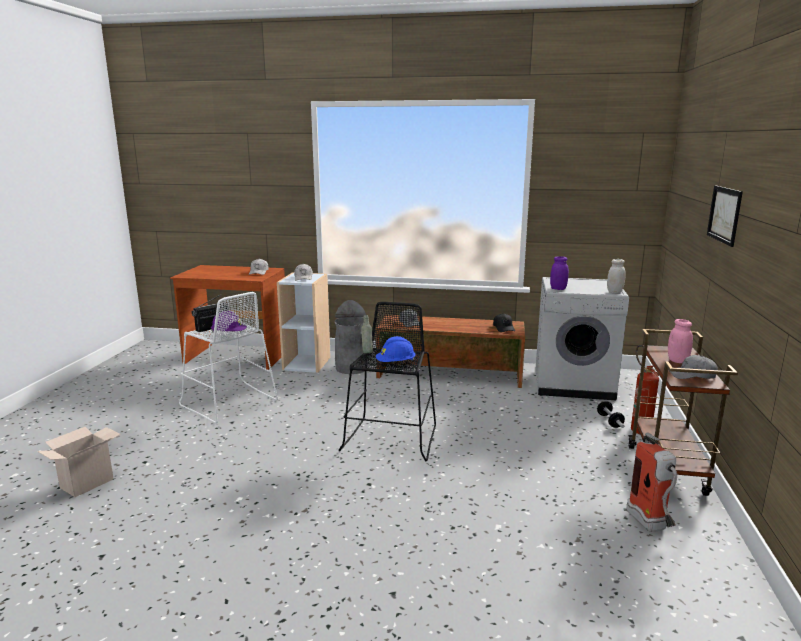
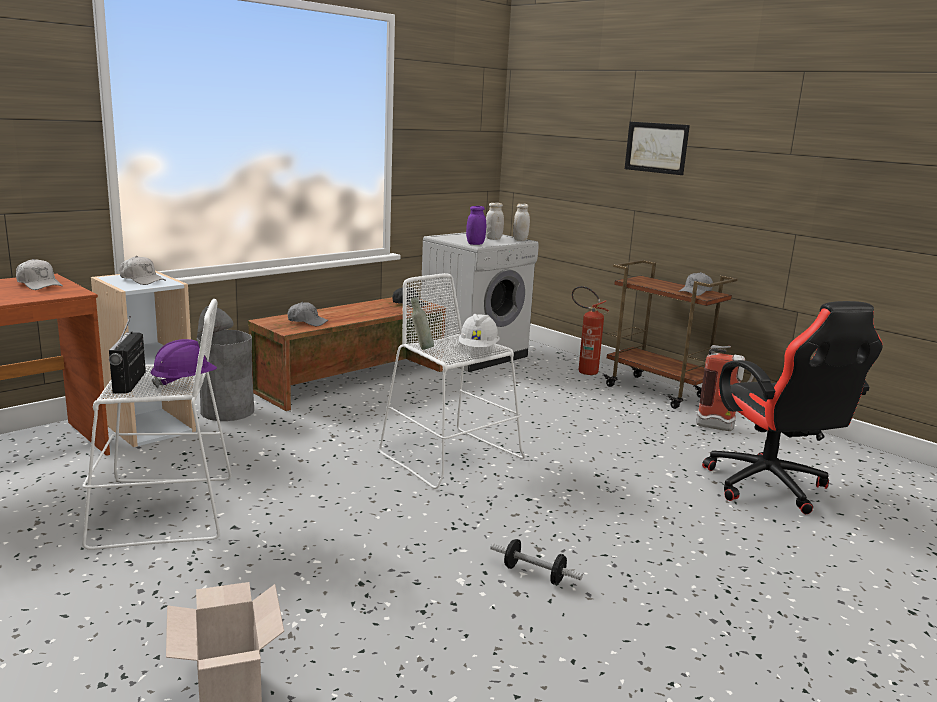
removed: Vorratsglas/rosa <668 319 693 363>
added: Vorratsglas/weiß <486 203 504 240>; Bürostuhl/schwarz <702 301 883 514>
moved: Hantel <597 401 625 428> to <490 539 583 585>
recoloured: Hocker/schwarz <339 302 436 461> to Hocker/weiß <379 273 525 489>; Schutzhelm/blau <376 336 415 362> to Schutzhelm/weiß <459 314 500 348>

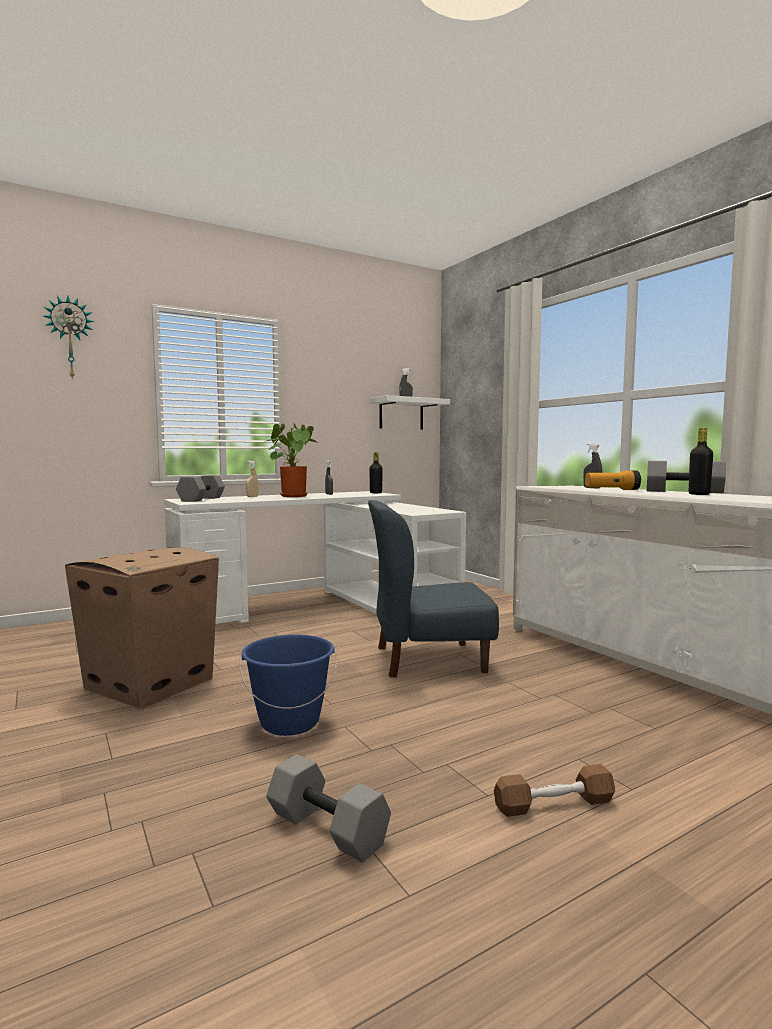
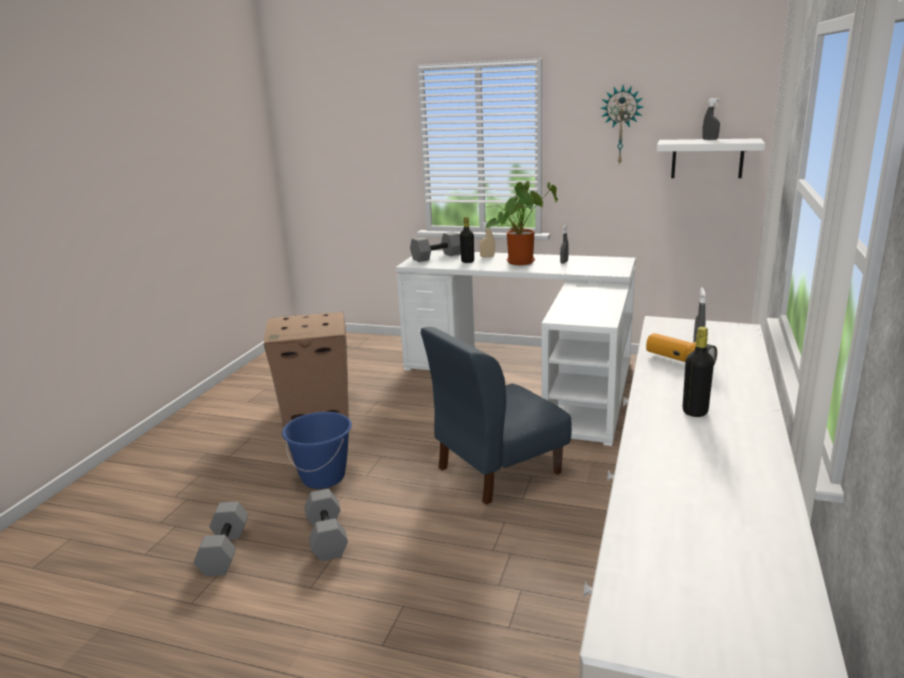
removed: Hantel/braun <494 764 615 817>
moved: Wanduhr <43 296 95 380> to <601 85 643 165>; Flasche/schwarz <369 452 383 493> to <460 217 474 263>; Hantel/grau <647 461 726 493> to <304 489 348 561>
turned: Stuhl/blau <368 500 499 677> = <421 327 572 505> 75 degrees counterclockwise

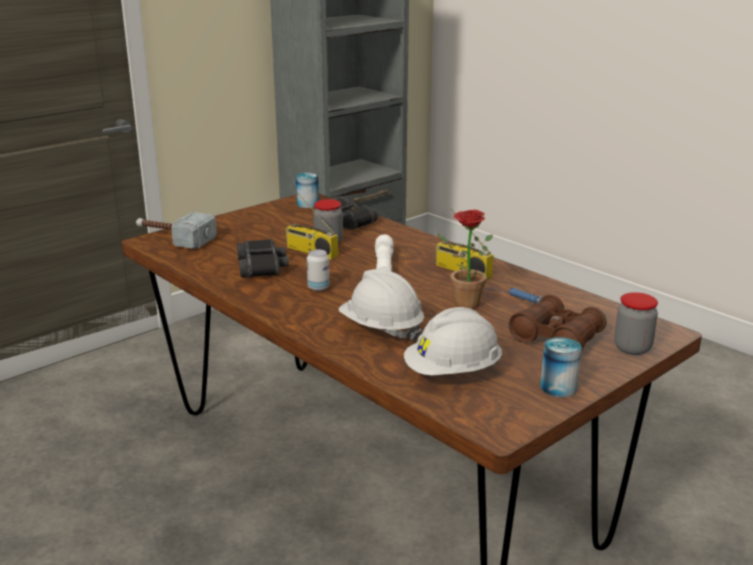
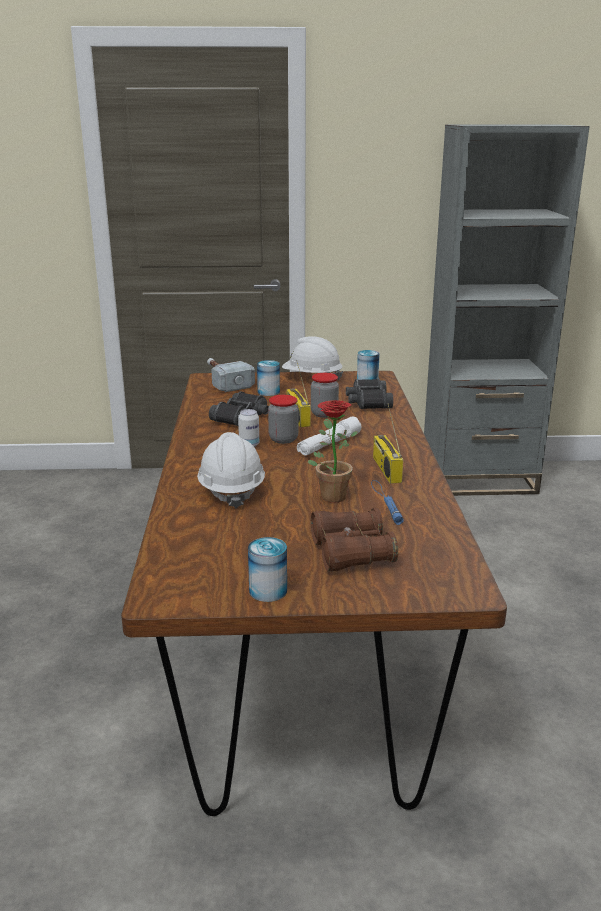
added: Dose <257 360 280 396>
moved: Schutzhelm/weiß <404 307 502 376> to <282 336 344 380>; Vorratsglas <614 292 658 355> to <268 395 298 444>

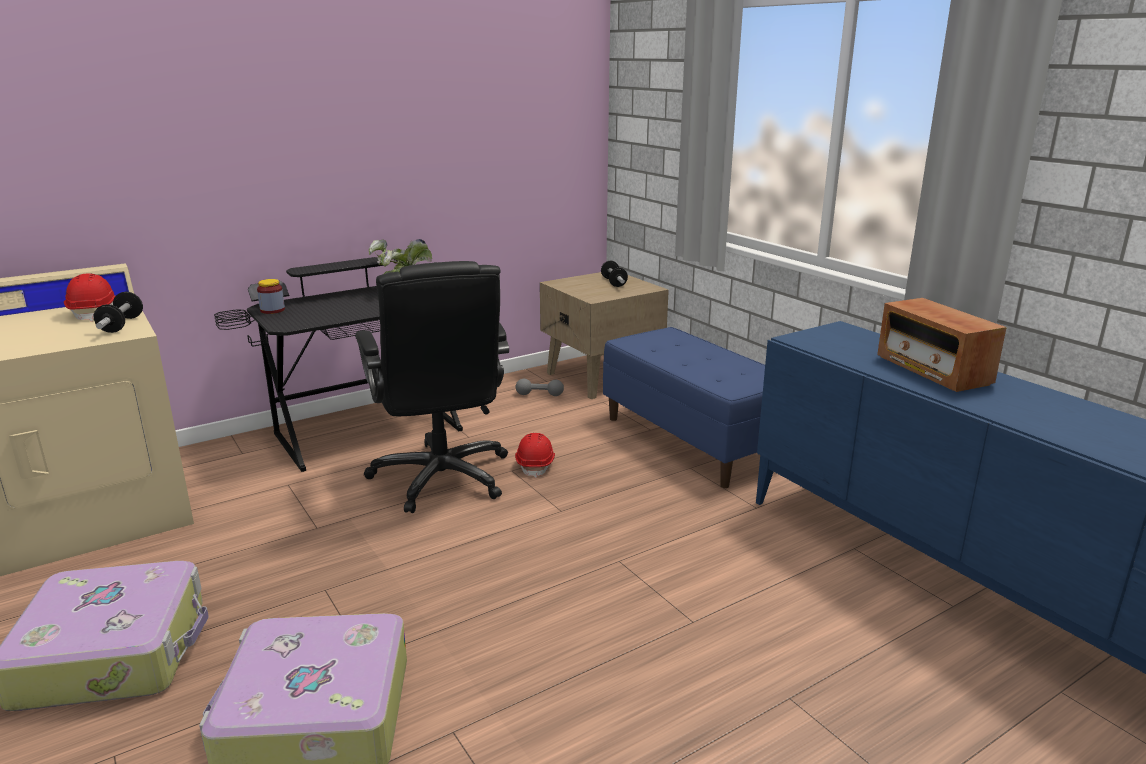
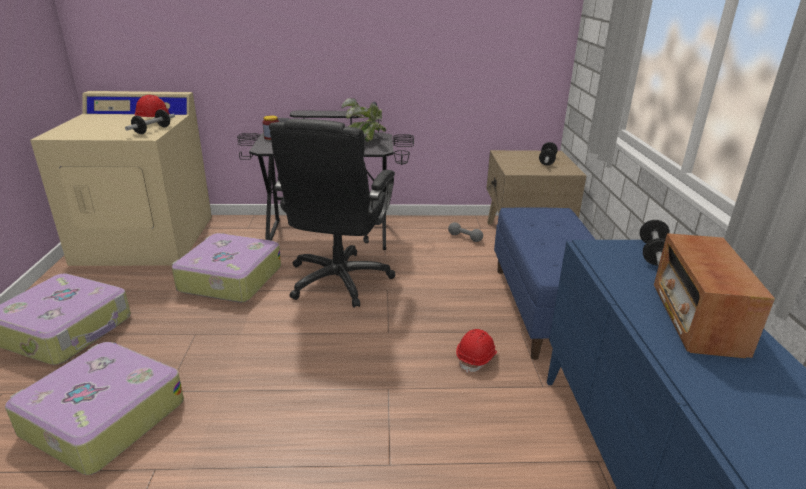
added: Koffer <172 233 281 303>; Hantel <640 220 670 265>
moved: Schutzhelm/rot <515 433 555 478> to <456 329 497 373>

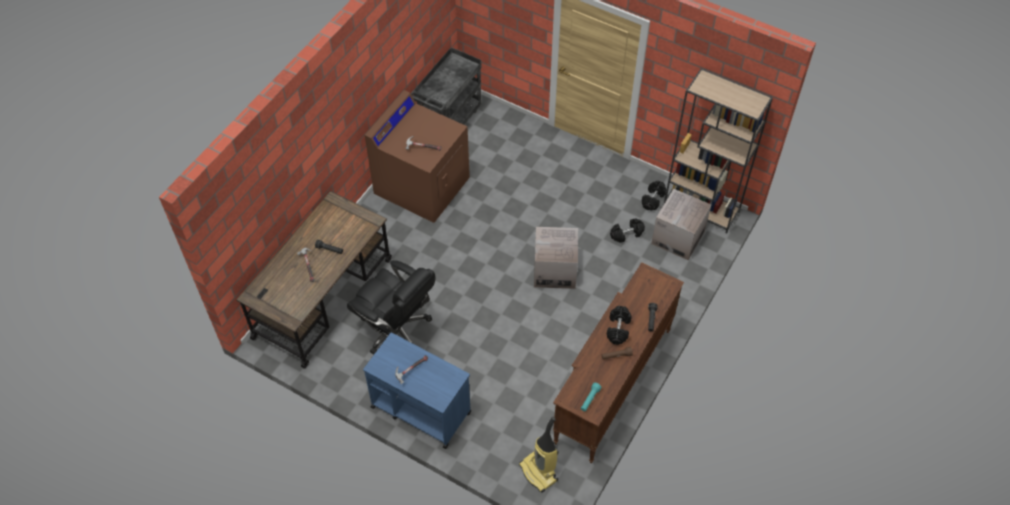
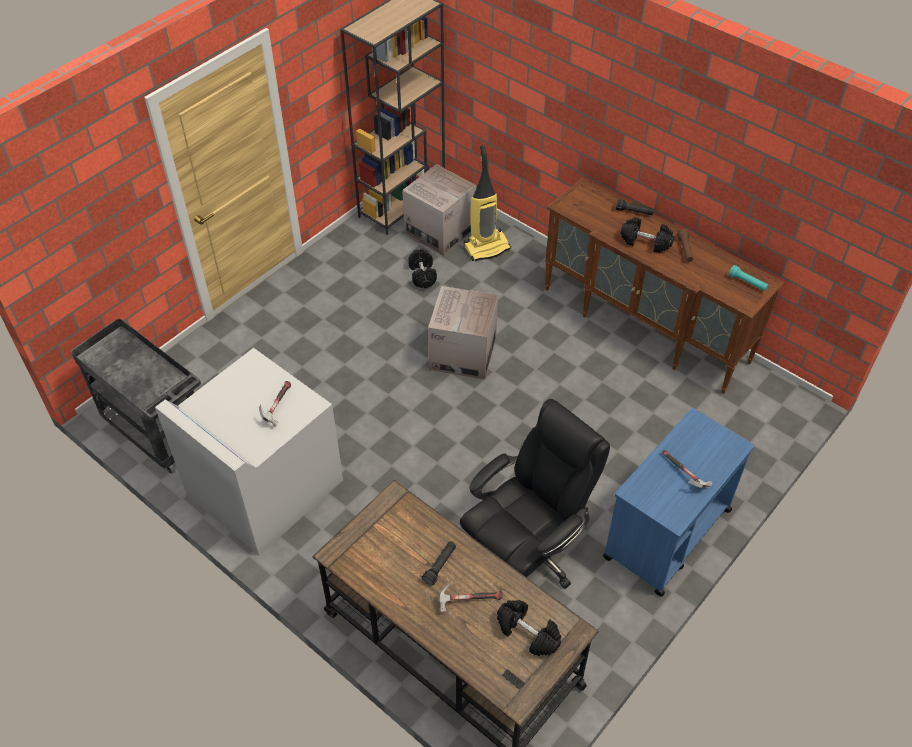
moved: Staubsauger <519 417 558 492> to <464 145 511 261>; Hantel/schwarz <642 181 666 211> to <497 600 561 656>
recoloured: Waschmaschine/braun <365 90 470 223> to Waschmaschine/weiß <155 348 343 555>

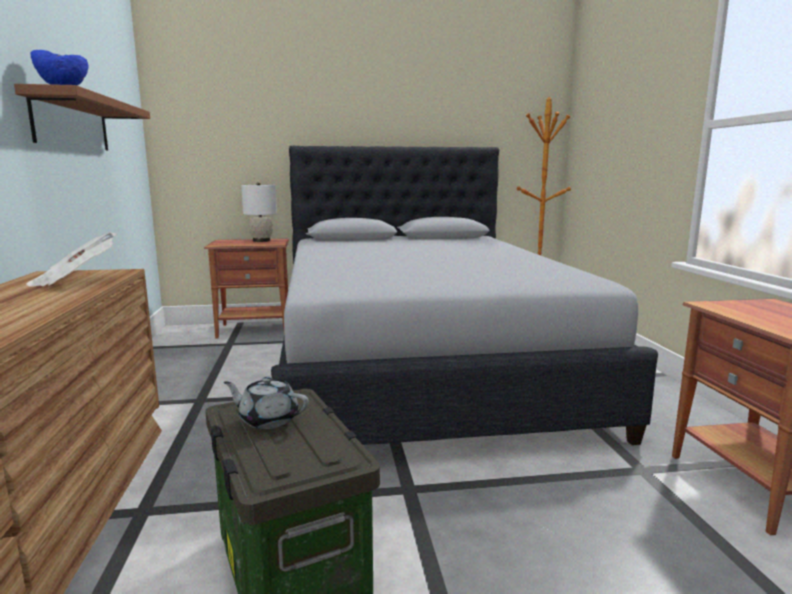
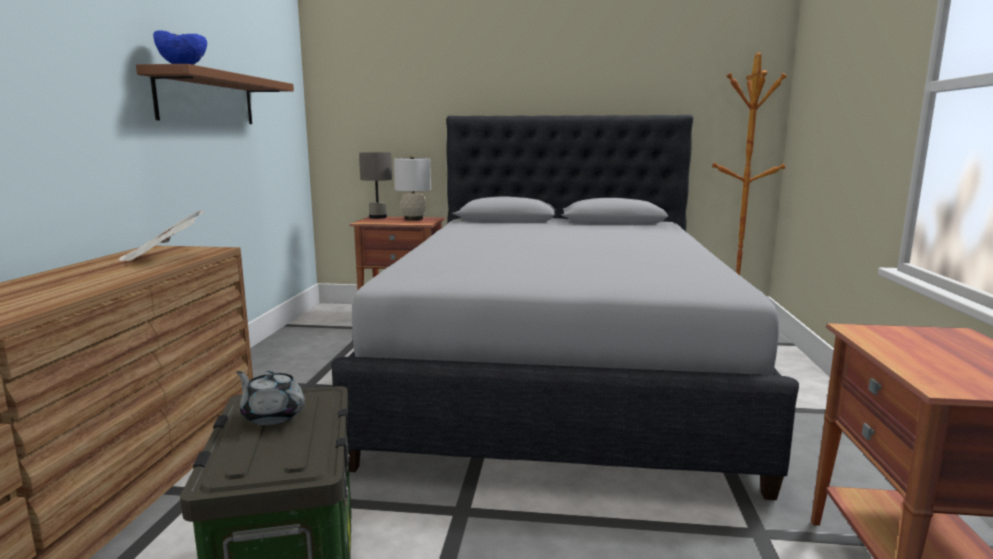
added: Tischlampe/grau <359 152 392 219>

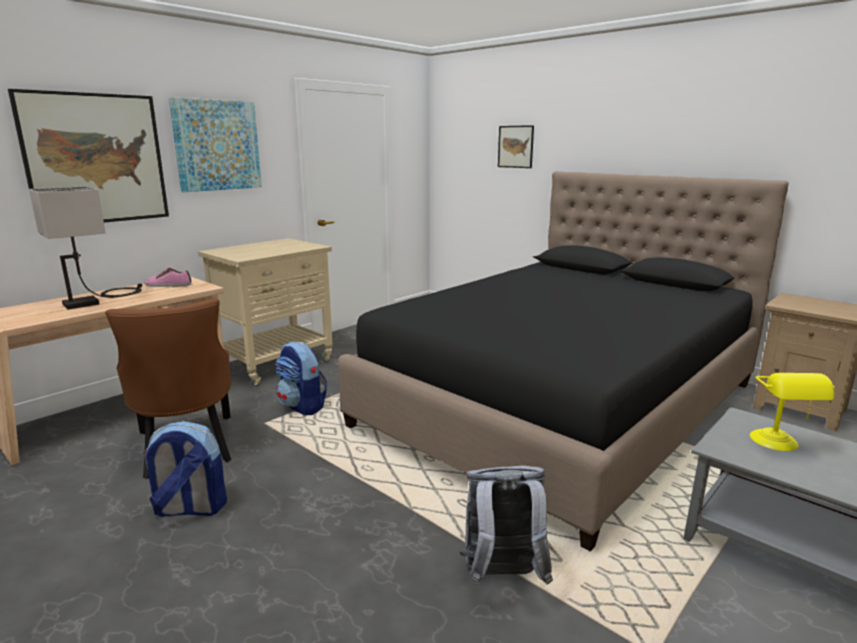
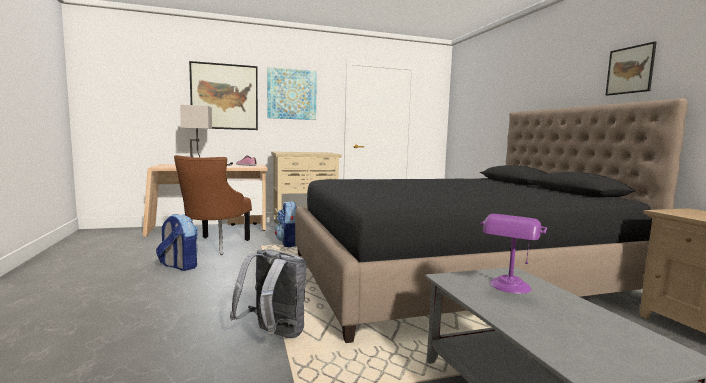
moved: Bild <498 125 534 168> to <606 42 657 96>
recoloured: Tischlampe/gelb <750 373 835 451> to Tischlampe/lila <480 214 547 294>

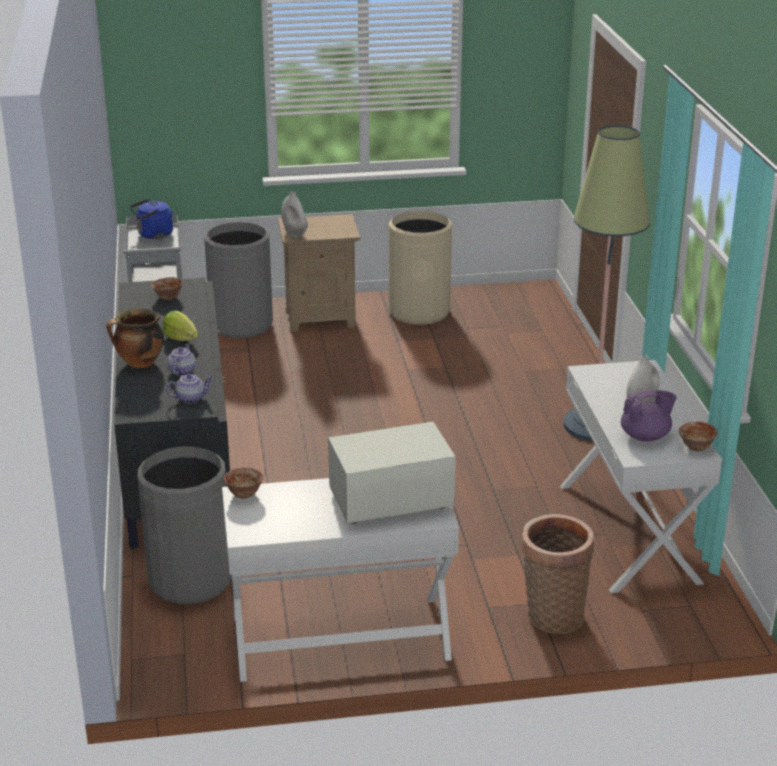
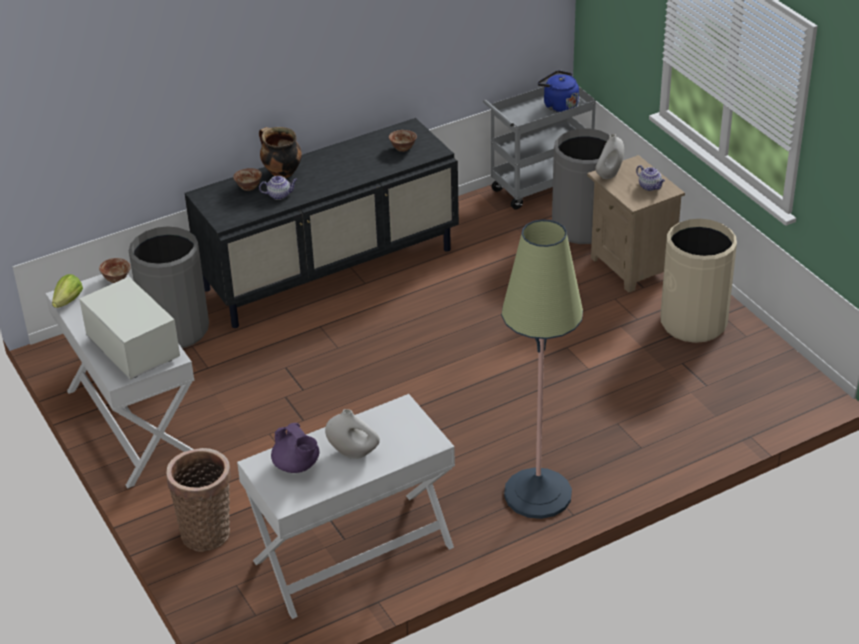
moved: Salatkopf <163 311 198 341> to <52 274 83 308>; Teekanne <166 374 213 404> to <636 165 665 191>; Schüssel <679 421 717 452> to <233 168 262 191>

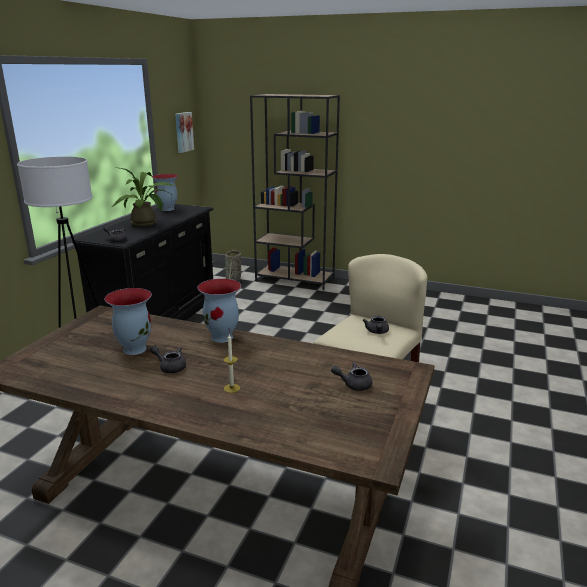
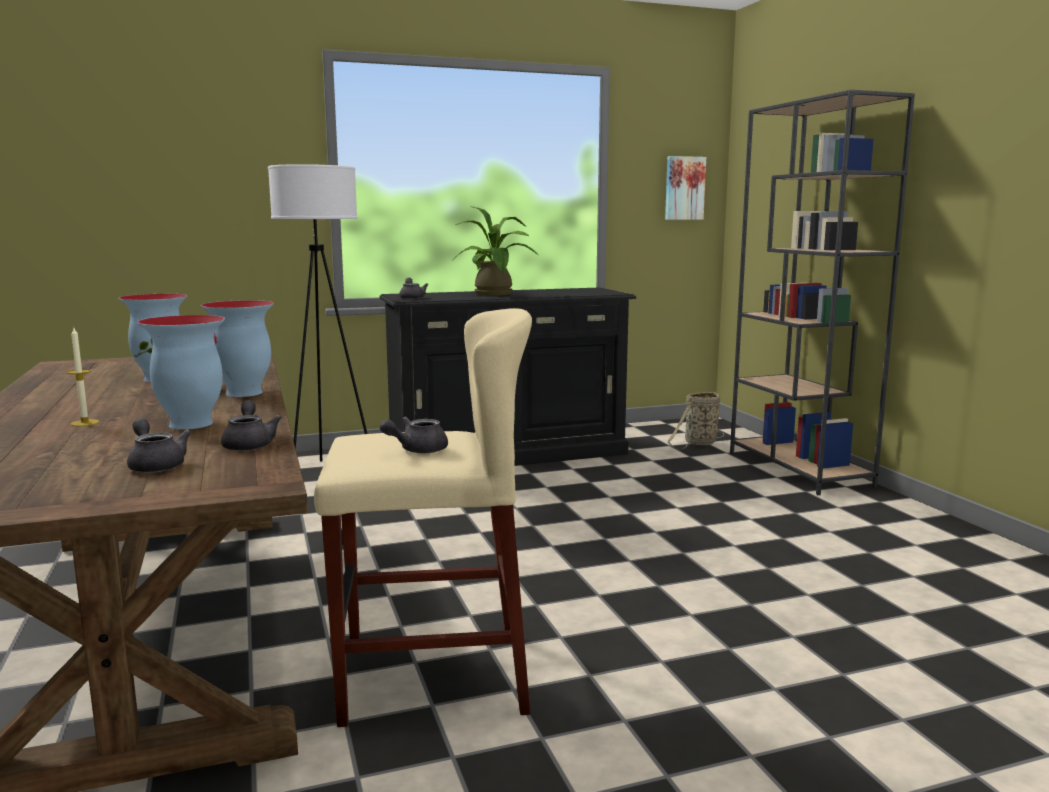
moved: Teekanne/grau <150 345 186 373> to <221 400 282 451>; Vase <152 174 178 211> to <137 315 225 429>

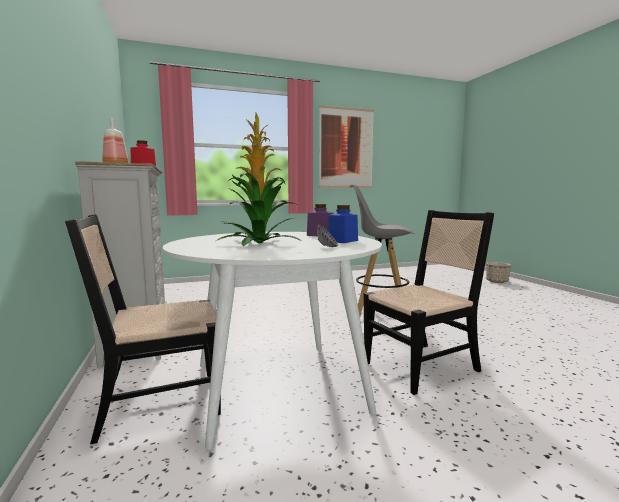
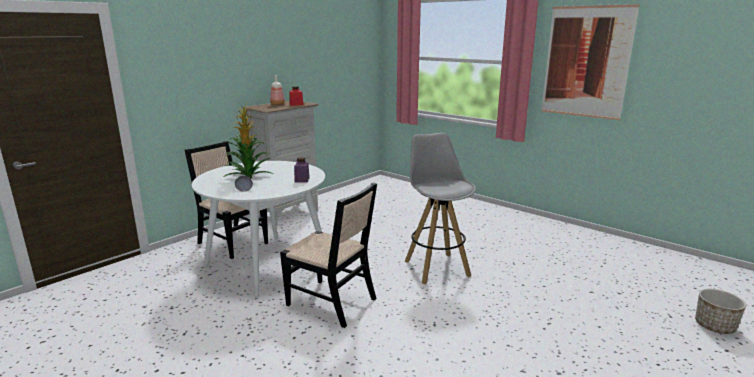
removed: Vorratsglas/blau <328 205 358 243>

